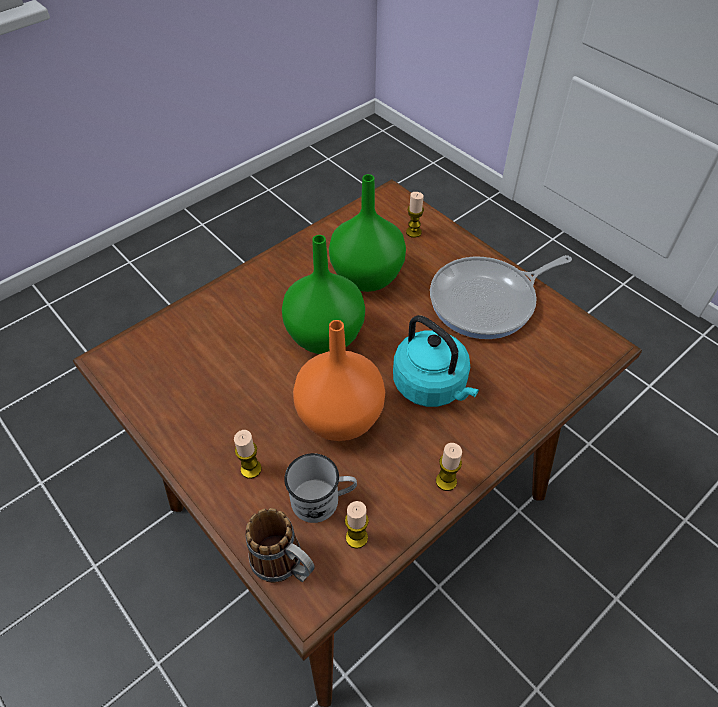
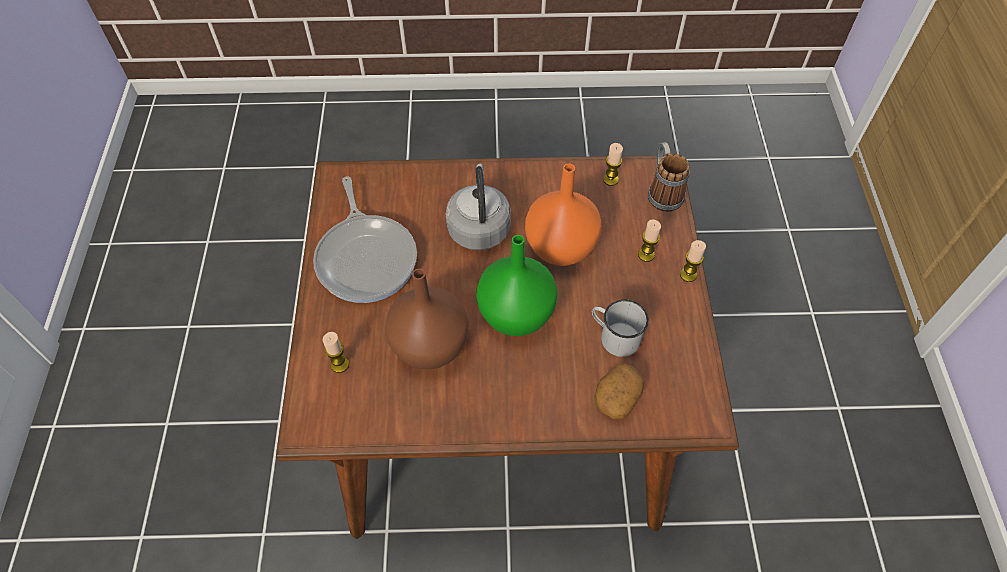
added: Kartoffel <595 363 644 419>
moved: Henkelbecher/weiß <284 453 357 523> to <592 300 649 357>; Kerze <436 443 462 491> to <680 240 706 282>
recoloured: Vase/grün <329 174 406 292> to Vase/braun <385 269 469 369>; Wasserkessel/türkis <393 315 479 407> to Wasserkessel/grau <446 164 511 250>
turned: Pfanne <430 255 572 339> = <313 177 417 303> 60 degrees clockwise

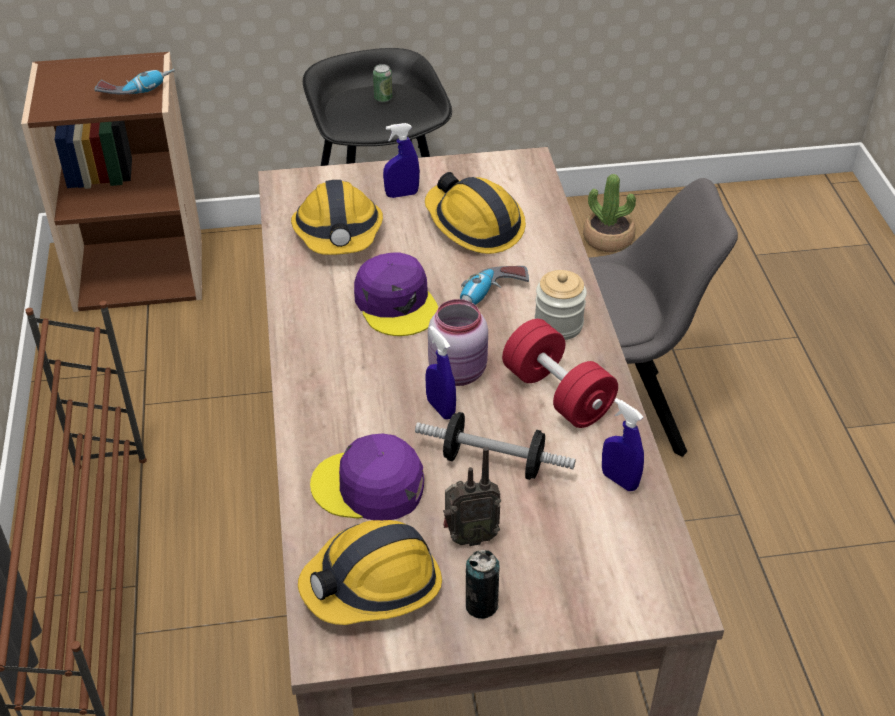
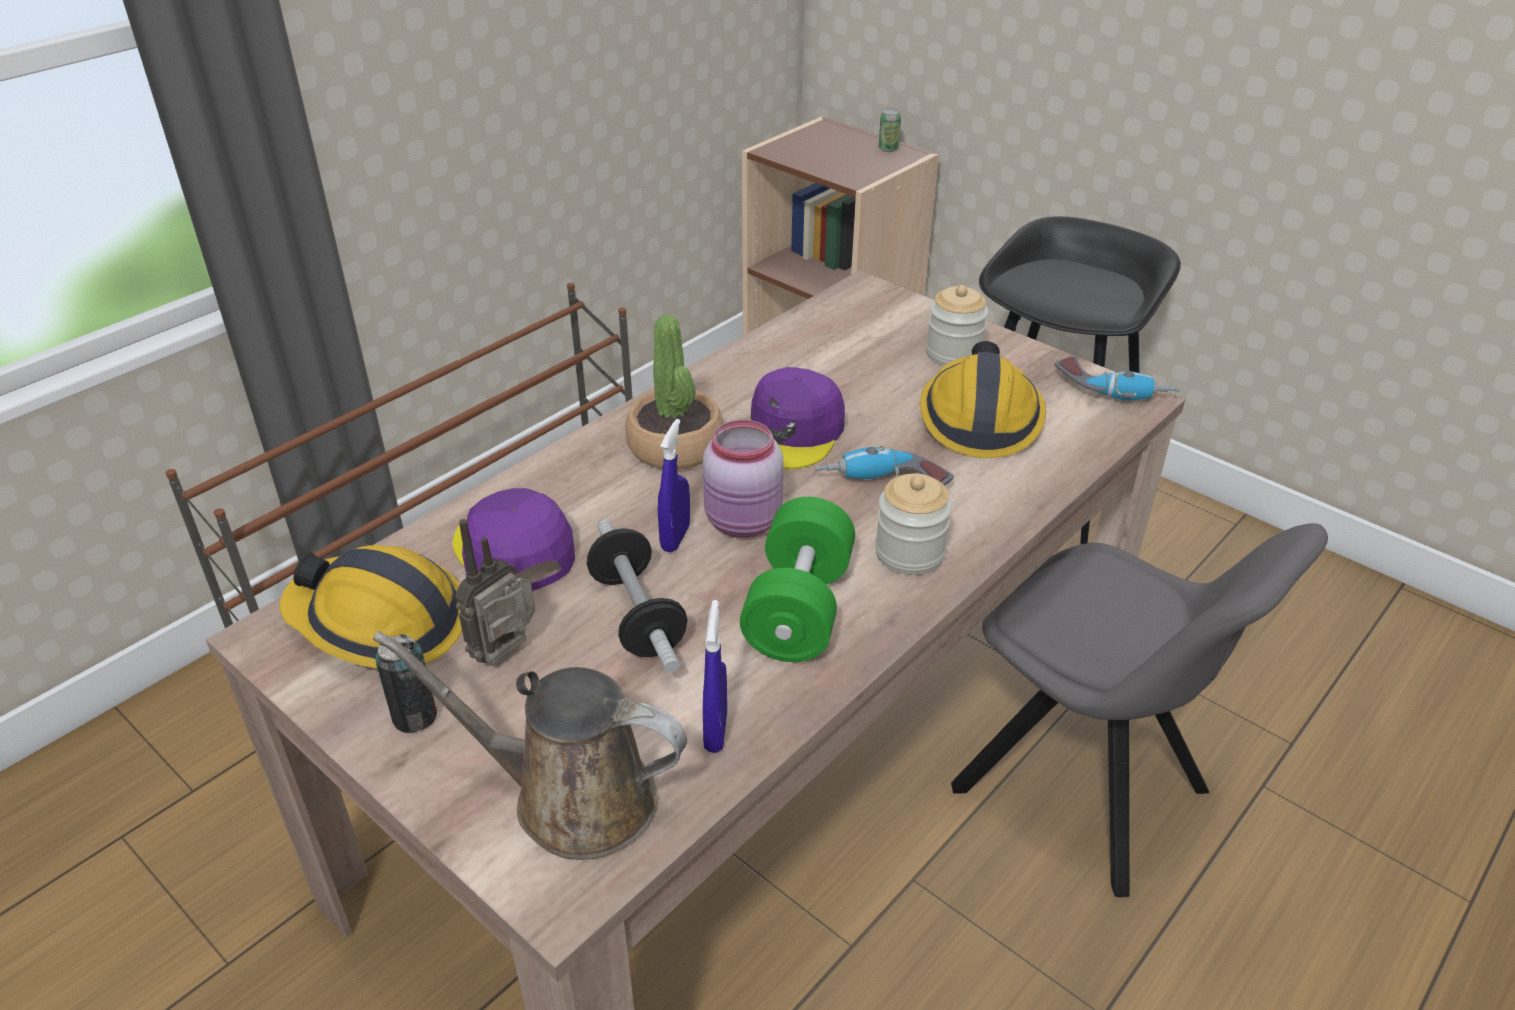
removed: Schutzhelm <291 180 383 255>
added: Gießkanne/braun <373 631 687 860>
moved: Bohrmaschine <95 69 175 95> to <1055 356 1180 401>; Dose <373 64 392 102> to <879 108 901 152>; Topfpflanze <583 174 636 252> to <625 315 723 470>
replaced: Sprühflasche/blau <383 123 420 198> to Vorratsglas <926 285 989 366>
recoloured: Hantel/rot <502 319 618 428> to Hantel/grün <740 497 855 662>
turned: Radio <443 447 501 546> = <455 519 535 665> 90 degrees clockwise

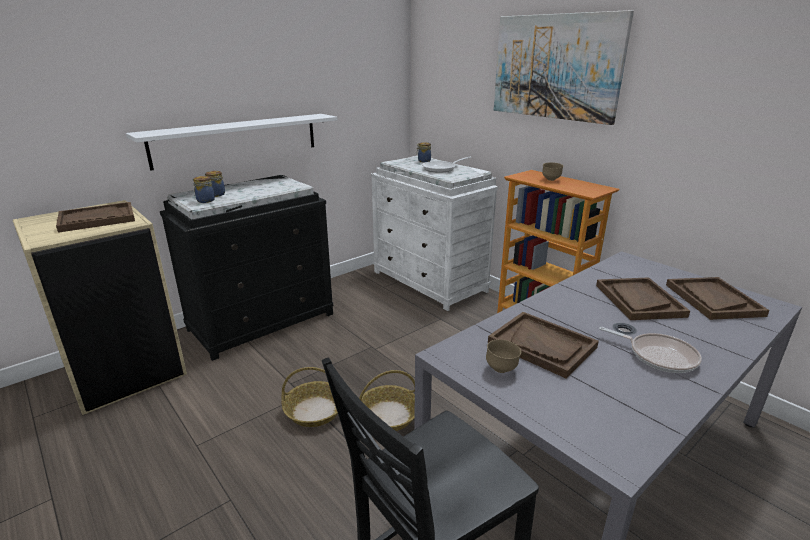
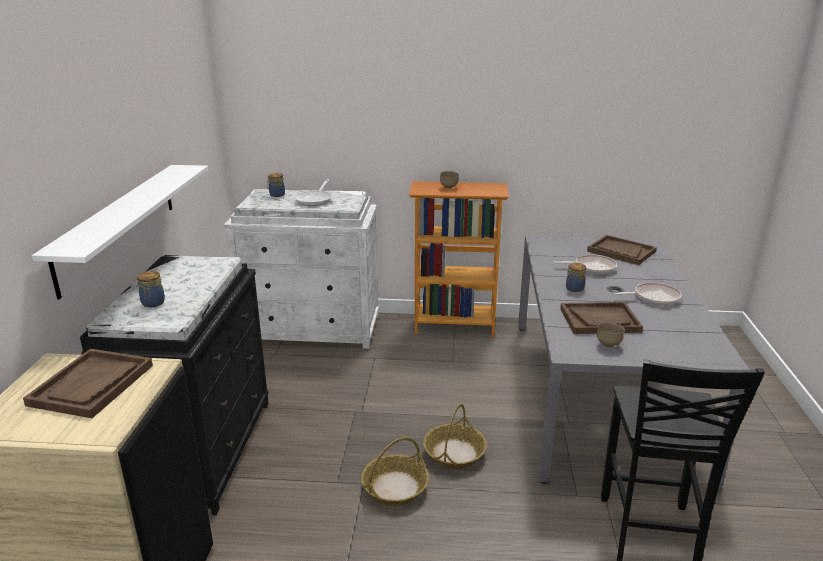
removed: Bild <494 10 634 125>
moved: Vorratsglas <193 176 215 203> to <566 263 586 292>
replaced: Tablett/braun <596 277 690 320> to Pfanne <554 255 617 274>

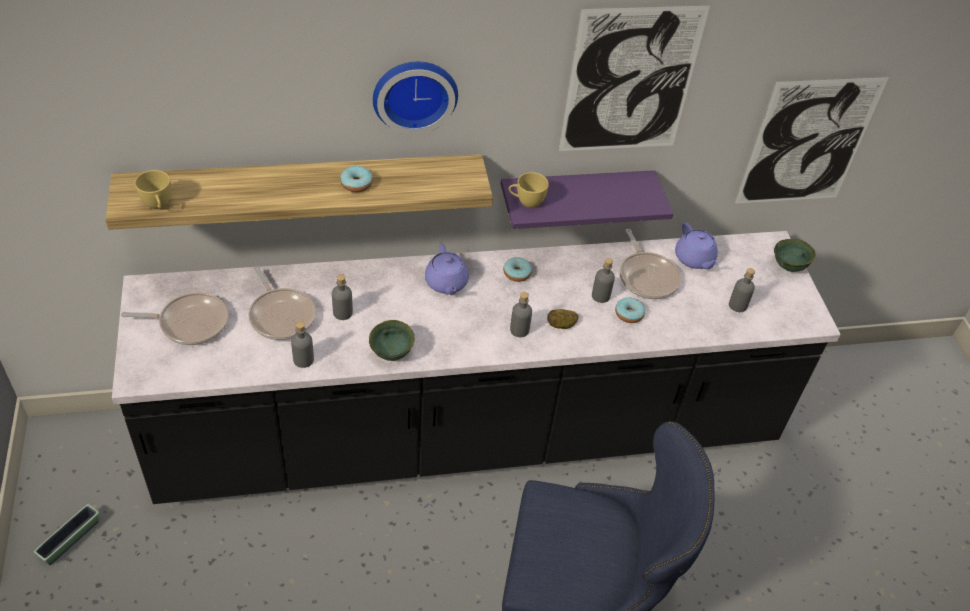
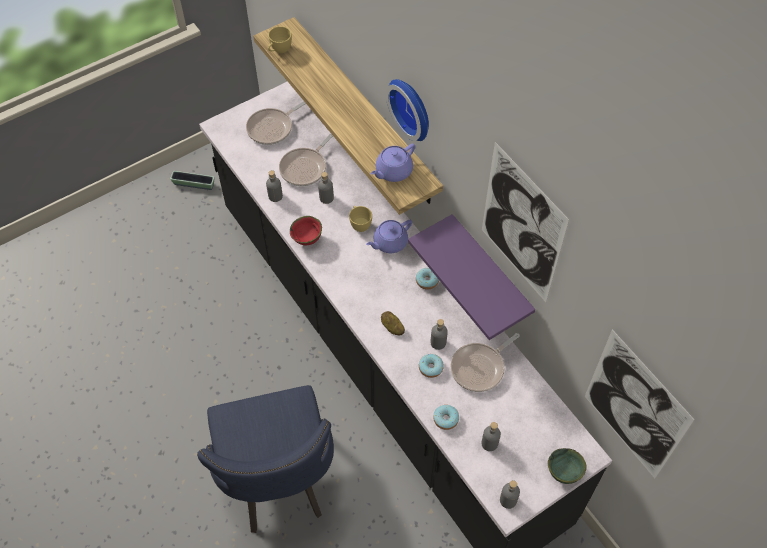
moved: Donut <340 166 373 192> to <433 405 459 430>; Tasse/gelb <509 172 549 208> to <349 206 372 232>; Flasche/grau <510 292 532 337> to <500 480 520 509>; Teekanne/lila <675 223 718 269> to <371 144 415 182>
recoloured: Schüssel/grün <369 320 414 361> to Schüssel/rot <290 216 322 245>
turned: Pfanne <121 292 229 345> = <246 101 306 145> 75 degrees clockwise

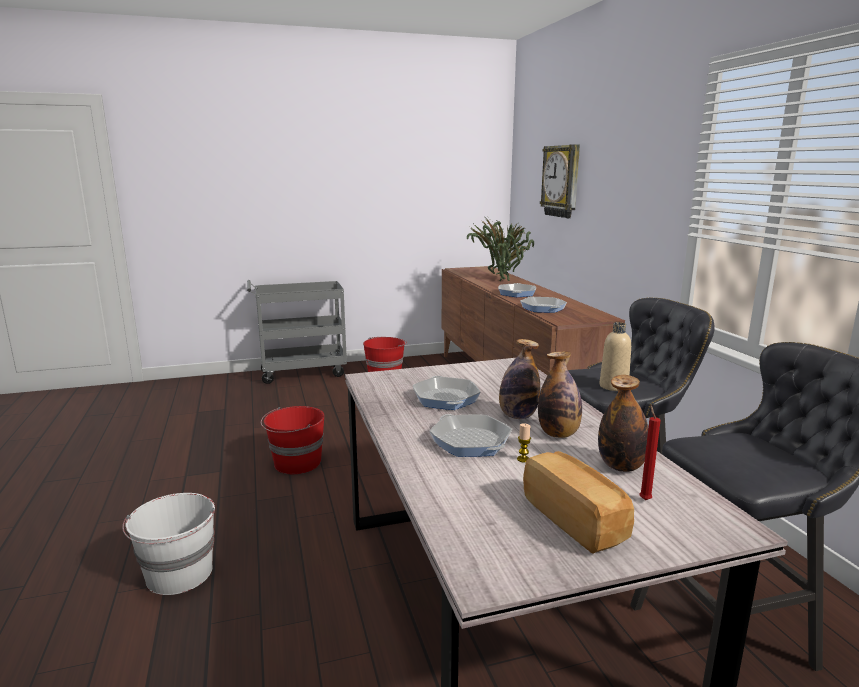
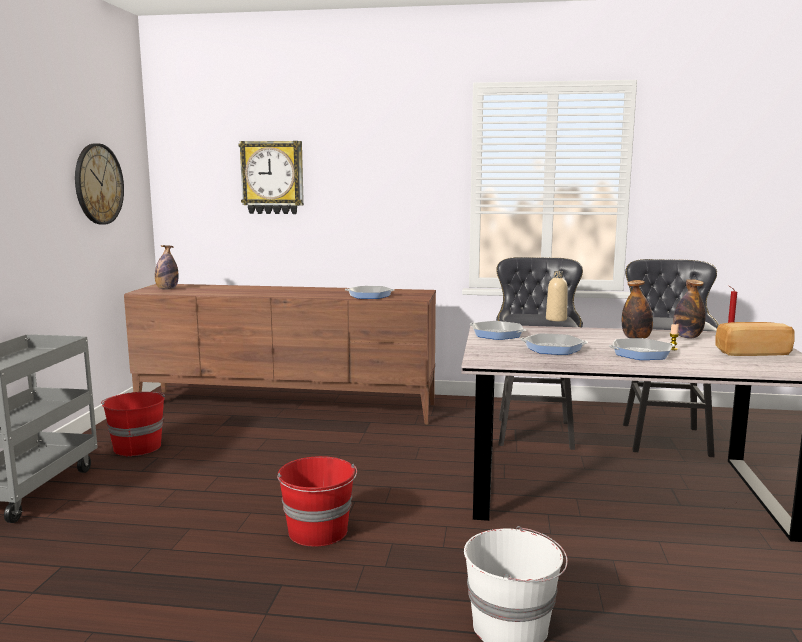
removed: Topfpflanze <467 218 534 281>
added: Wanduhr <75 143 124 224>
moved: Pfanne <498 283 536 297> to <470 321 526 340>; Flasche <499 339 540 419> to <155 245 179 290>

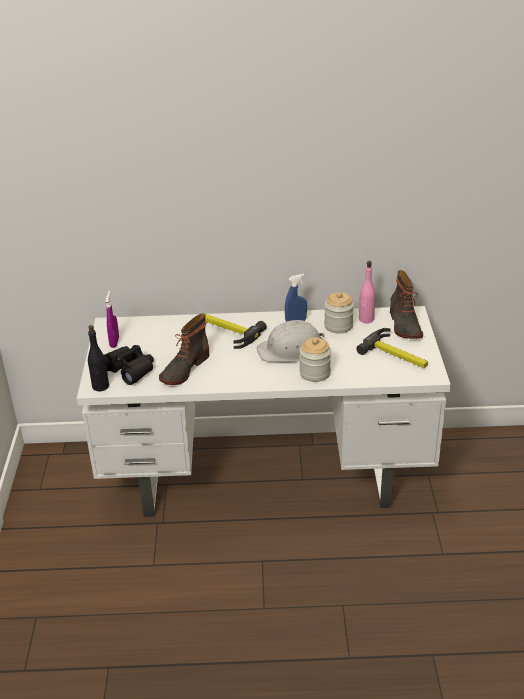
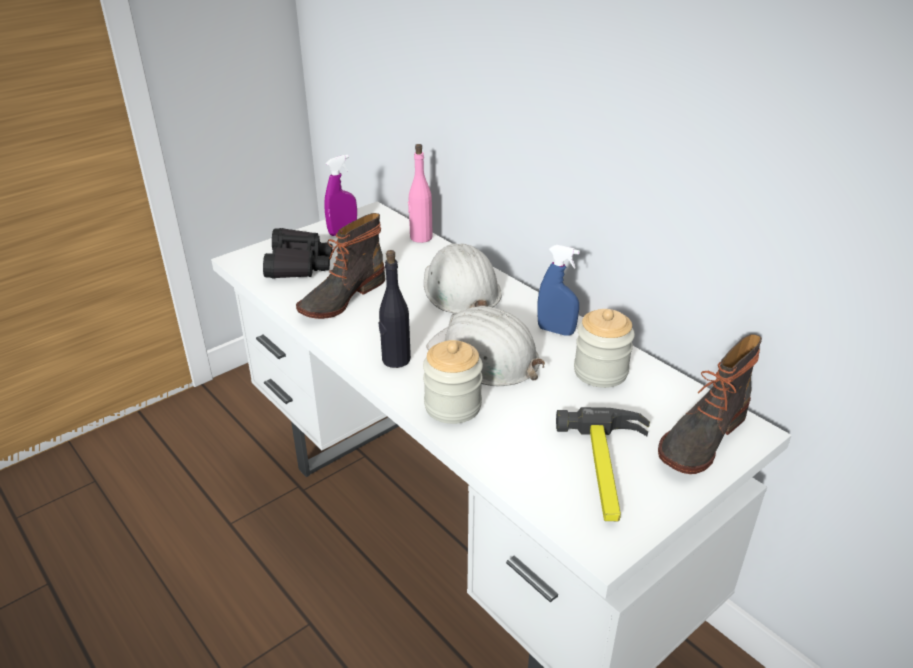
moved: Flasche/schwarz <88 325 109 391> to <379 250 411 368>; Flasche/rosa <359 261 376 323> to <408 144 433 243>
replaced: Hammer <204 313 267 349> to Schutzhelm/weiß <424 243 502 313>
turned: Stiefel <159 314 210 385> = <296 213 385 319> 45 degrees counterclockwise

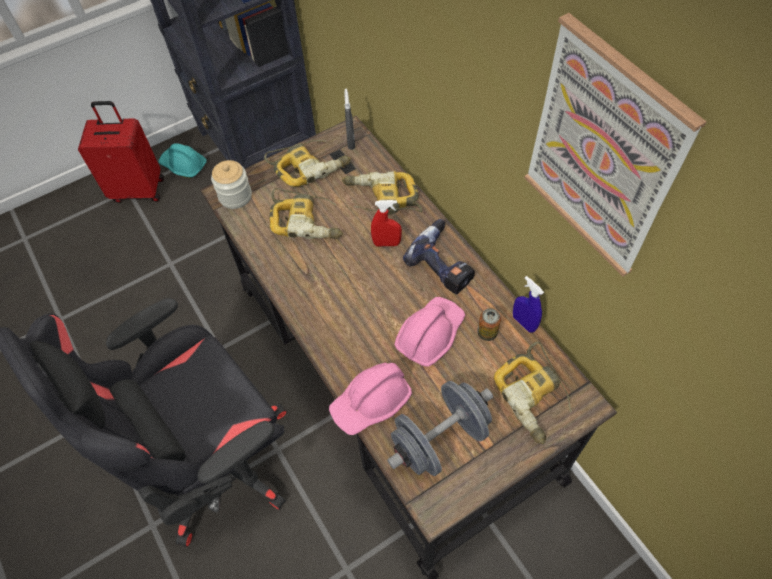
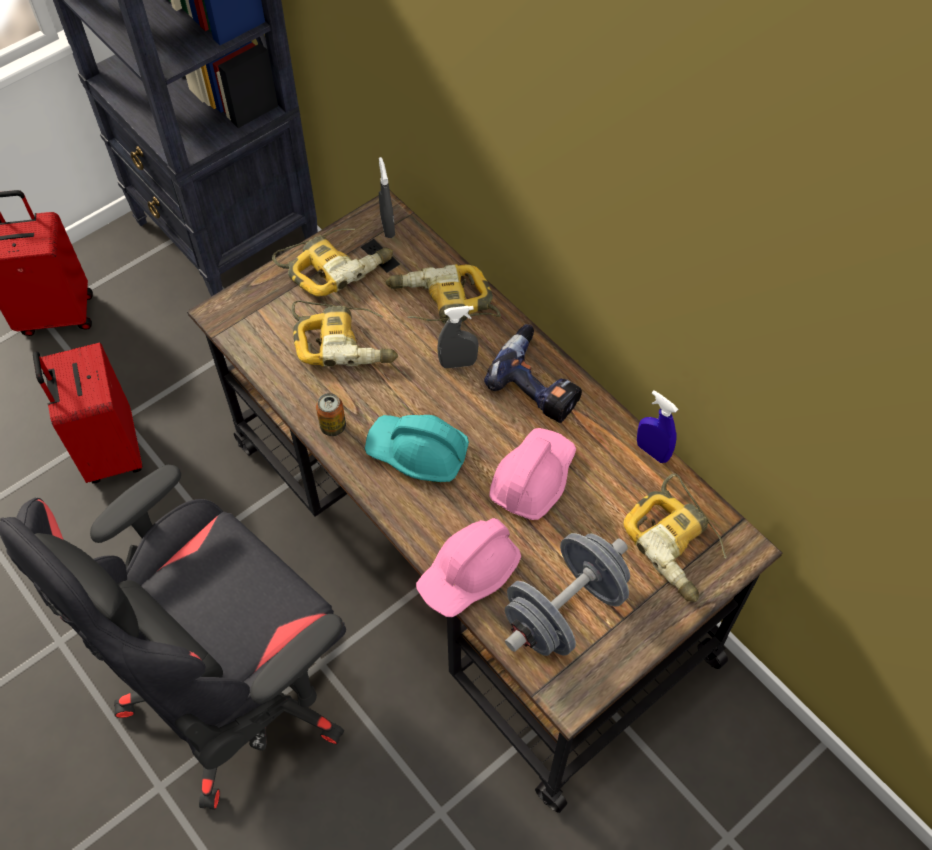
removed: Vorratsglas <211 160 252 209>; Bild <524 13 707 276>
added: Koffer/rot <33 342 142 484>
moved: Schutzhelm/türkis <158 143 207 178> to <365 415 469 483>; Dose <477 308 501 341> to <316 393 346 436>
recoloured: Sprühflasche/rot <371 200 402 246> to Sprühflasche/grau <437 306 479 368>

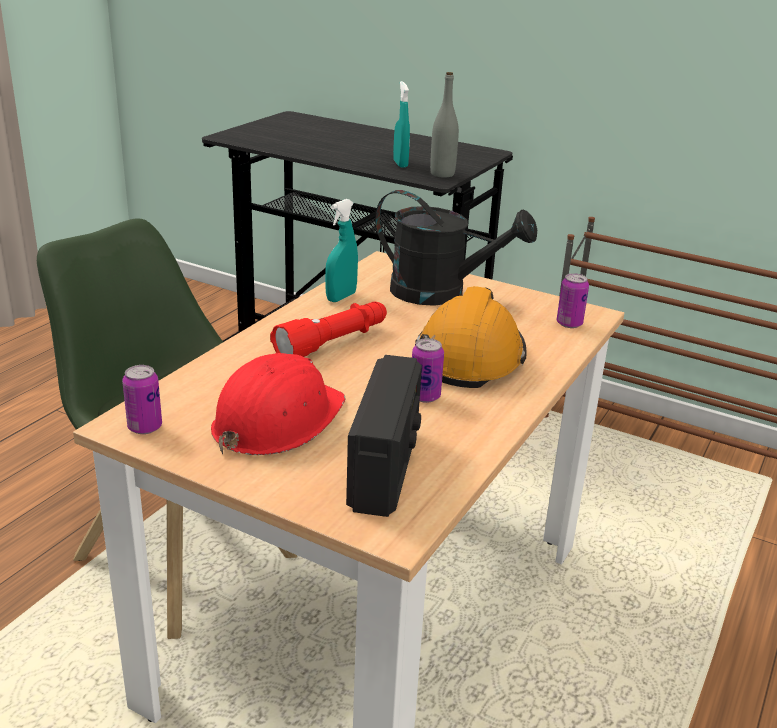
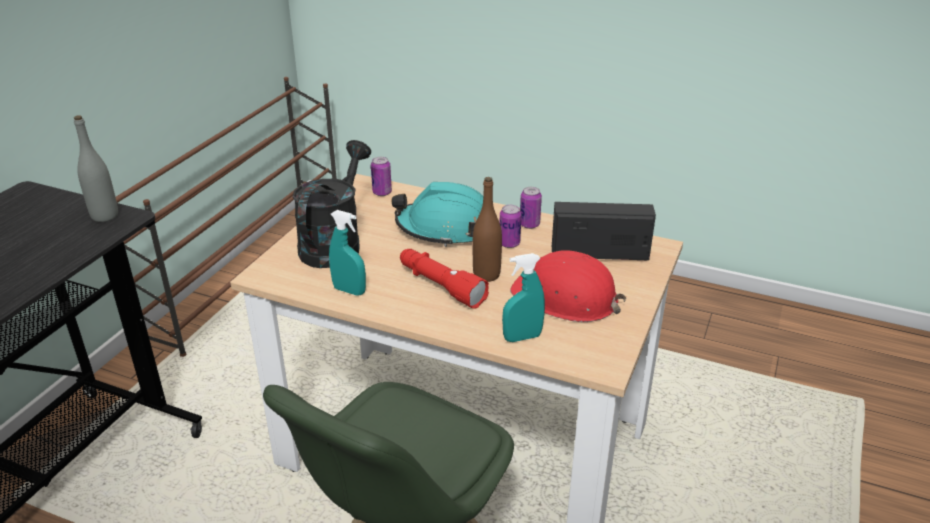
added: Flasche/braun <473 177 502 282>
moved: Dose <122 365 162 434> to <520 187 542 229>; Sprühflasche/türkis <393 81 410 168> to <502 253 545 342>
recoloured: Schutzhelm/orange <415 286 527 388> to Schutzhelm/türkis <392 182 483 247>

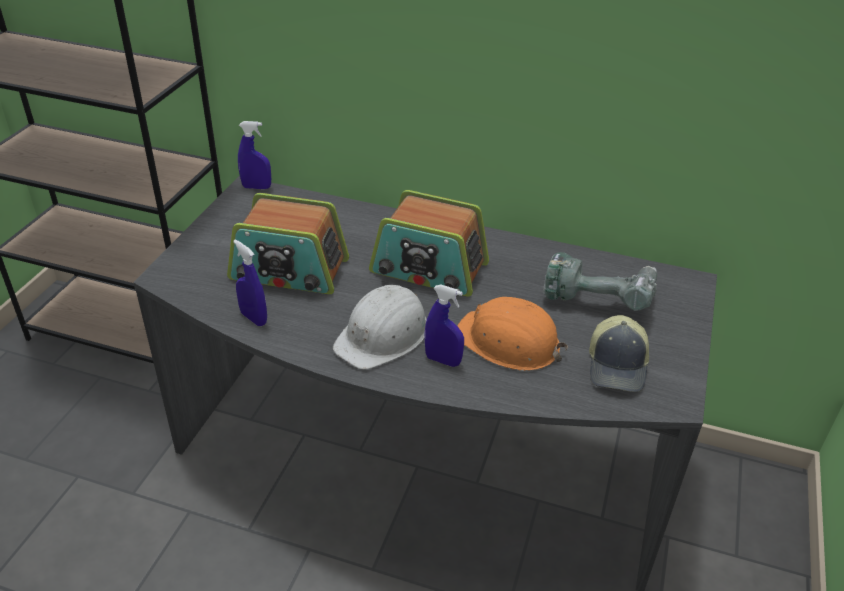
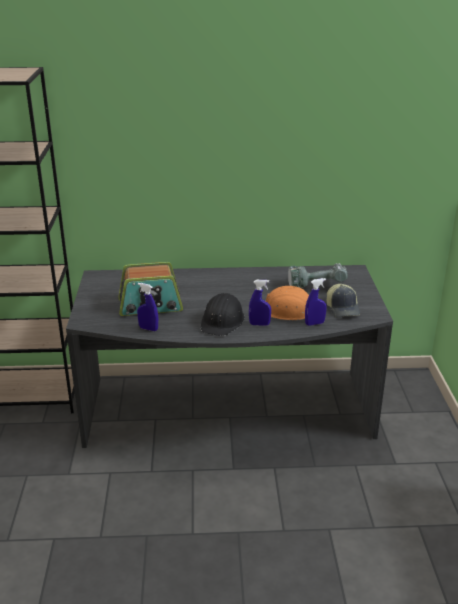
removed: Radio <369 190 489 296>
moved: Sprühflasche/blau <238 121 271 189> to <305 278 326 326>
recoloured: Schutzhelm/weiß <333 285 427 370> to Schutzhelm/schwarz <201 293 244 336>

